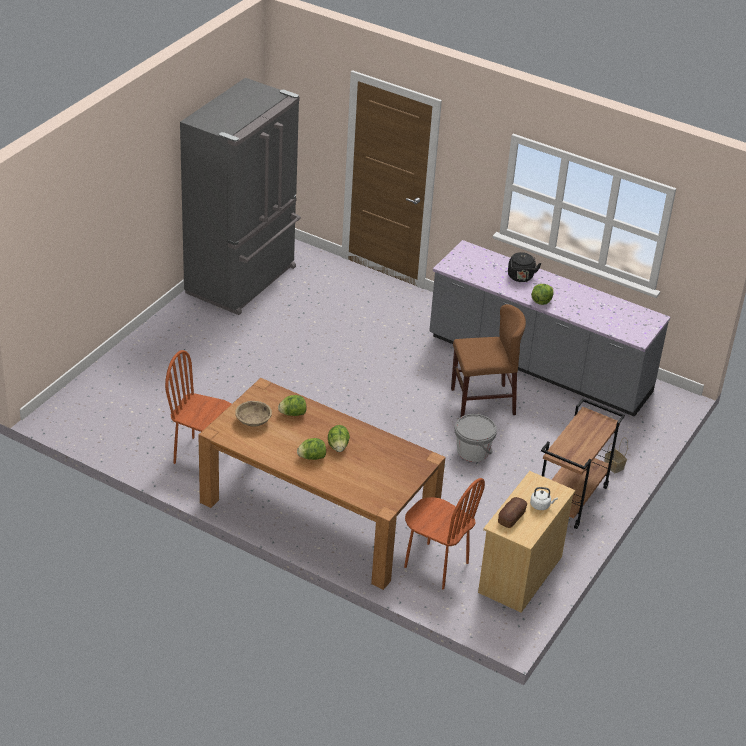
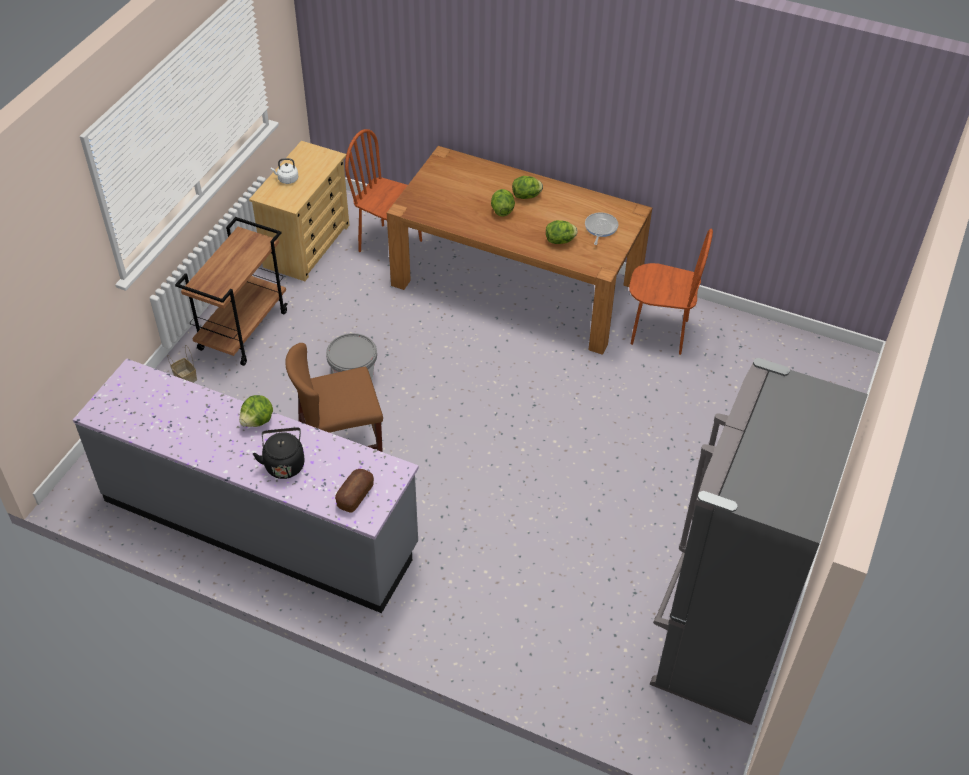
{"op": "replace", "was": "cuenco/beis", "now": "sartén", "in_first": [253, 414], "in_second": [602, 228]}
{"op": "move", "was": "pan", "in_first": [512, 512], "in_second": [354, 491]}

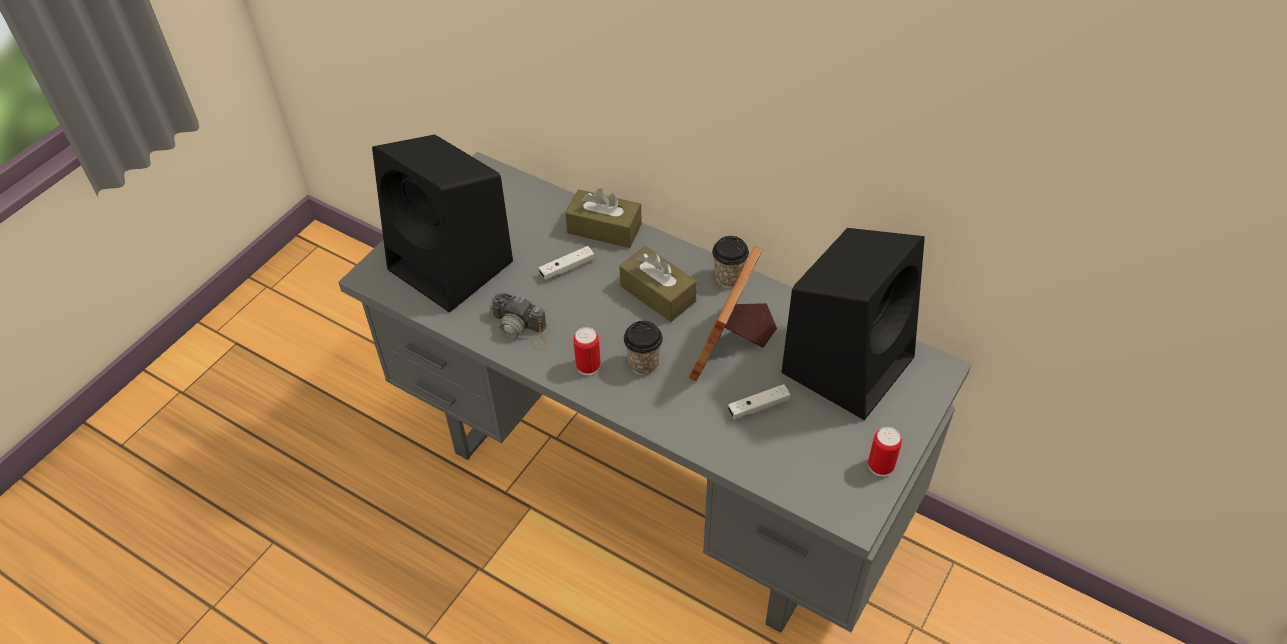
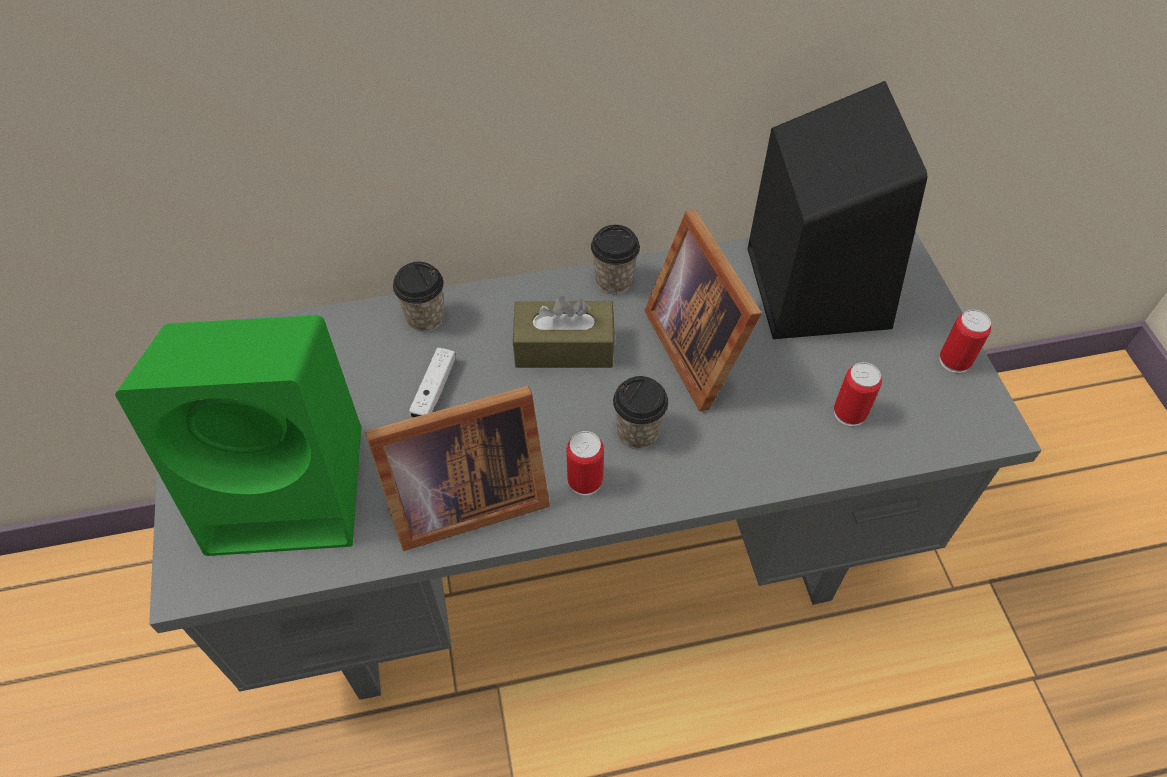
{"op": "recolor", "was": "altavoz/negro", "now": "altavoz/verde", "in_first": [442, 223], "in_second": [238, 435]}
{"op": "replace", "was": "cámara", "now": "portarretratos", "in_first": [517, 322], "in_second": [457, 468]}
{"op": "replace", "was": "caja de pañuelos/marrón", "now": "taza", "in_first": [603, 218], "in_second": [418, 297]}
{"op": "delete", "was": "mando de consola/blanco", "in_first": [759, 401]}
{"op": "insert", "now": "lata", "in_second": [858, 394]}

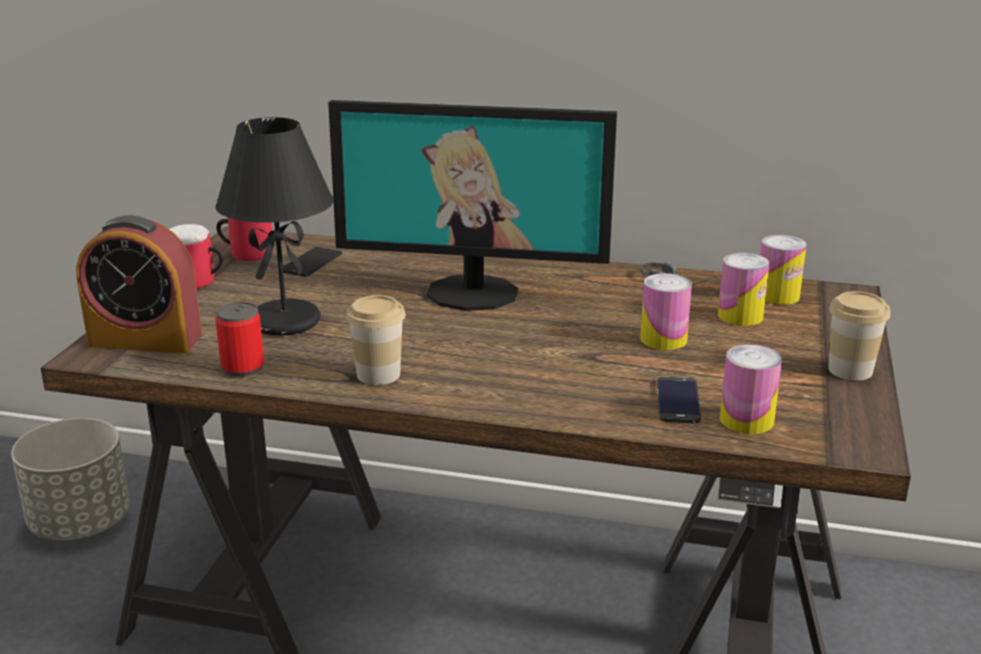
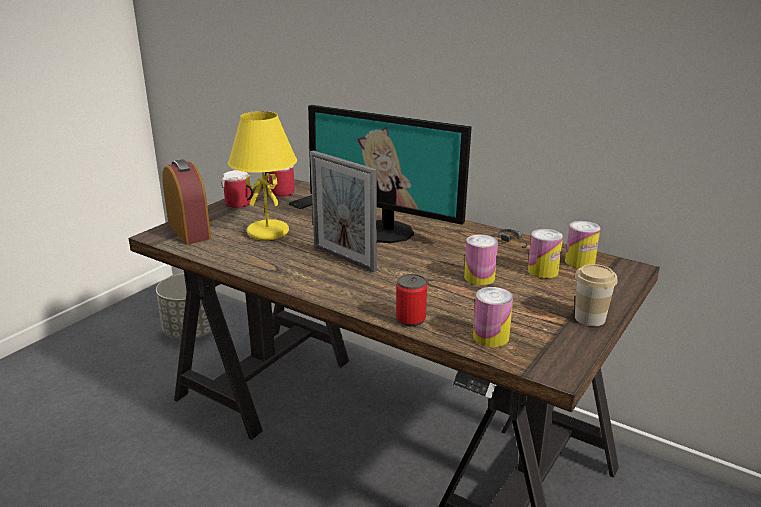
{"op": "rotate", "was": "despertador", "in_first": [139, 284], "in_second": [186, 202], "clockwise": -150}
{"op": "recolor", "was": "lámpara de mesa/negro", "now": "lámpara de mesa/amarillo", "in_first": [274, 226], "in_second": [262, 175]}
{"op": "move", "was": "lata", "in_first": [239, 339], "in_second": [411, 300]}
{"op": "delete", "was": "taza", "in_first": [375, 340]}
{"op": "delete", "was": "móvil", "in_first": [679, 400]}
{"op": "insert", "now": "portarretratos", "in_second": [343, 211]}

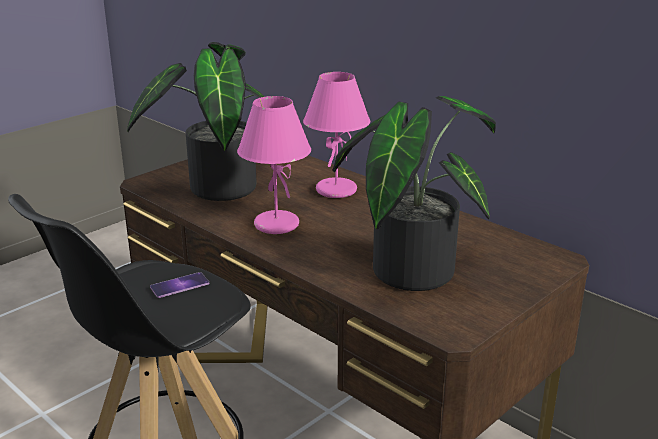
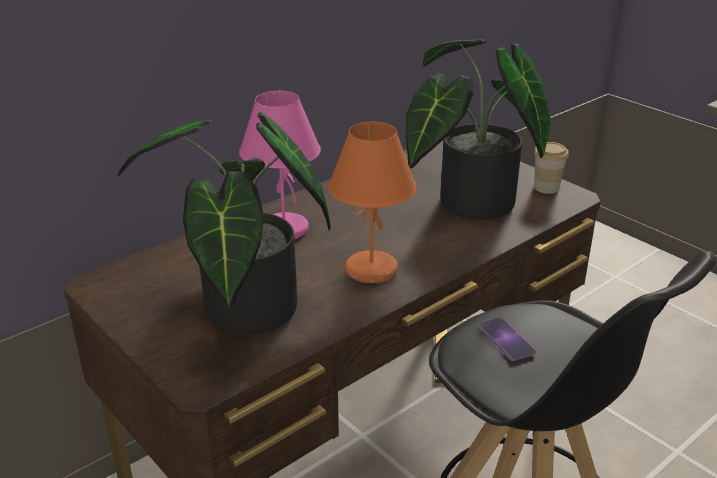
{"op": "recolor", "was": "lámpara de mesa/rosa", "now": "lámpara de mesa/naranja", "in_first": [274, 165], "in_second": [372, 202]}
{"op": "insert", "now": "taza", "in_second": [551, 168]}

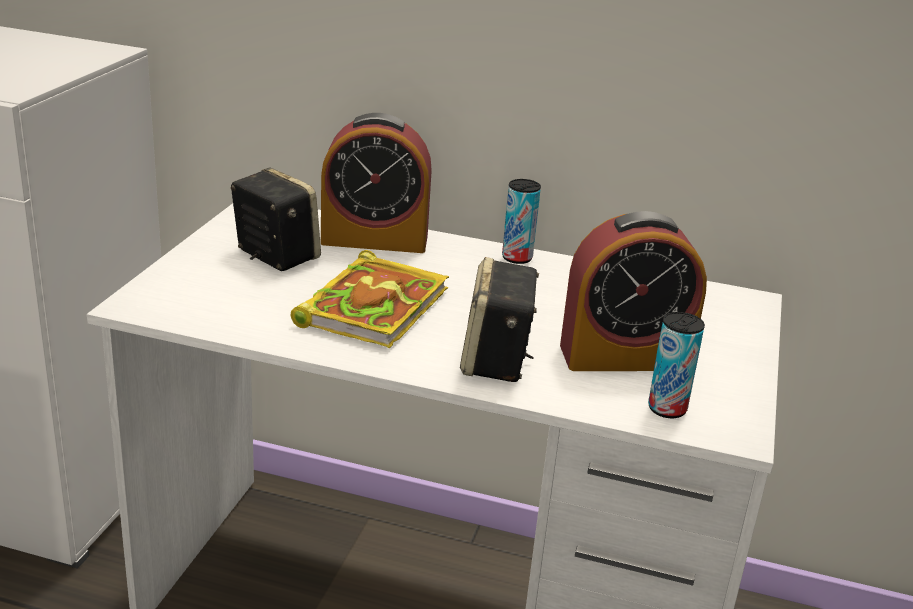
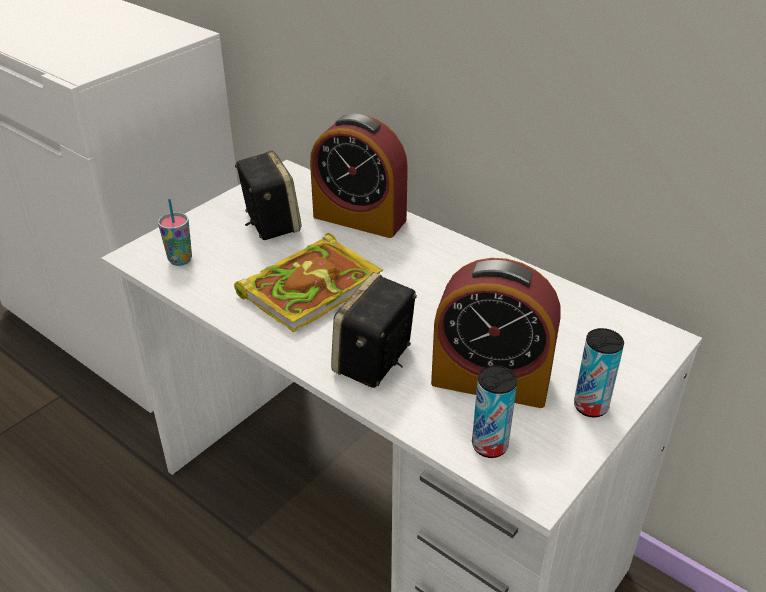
{"op": "move", "was": "lata", "in_first": [521, 221], "in_second": [599, 372]}
{"op": "insert", "now": "taza", "in_second": [175, 232]}

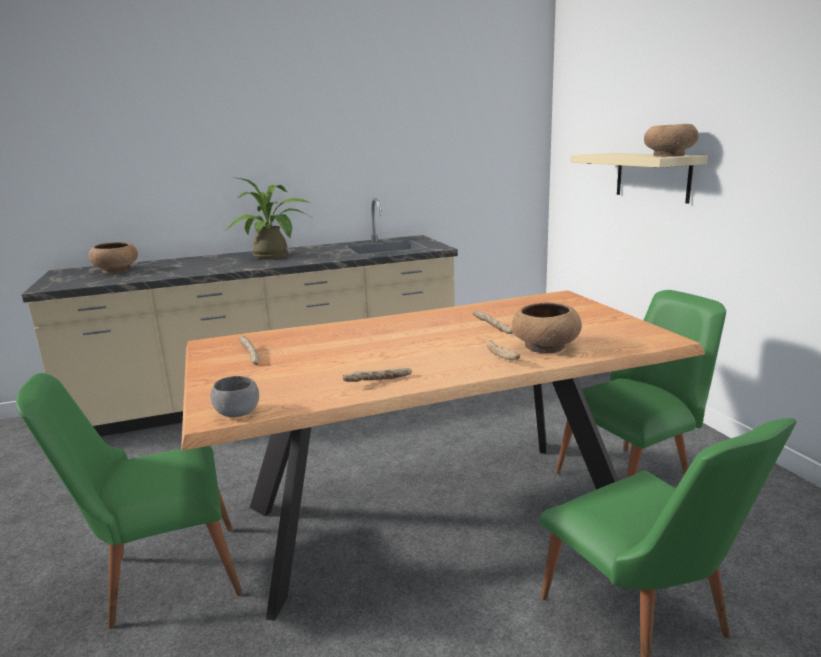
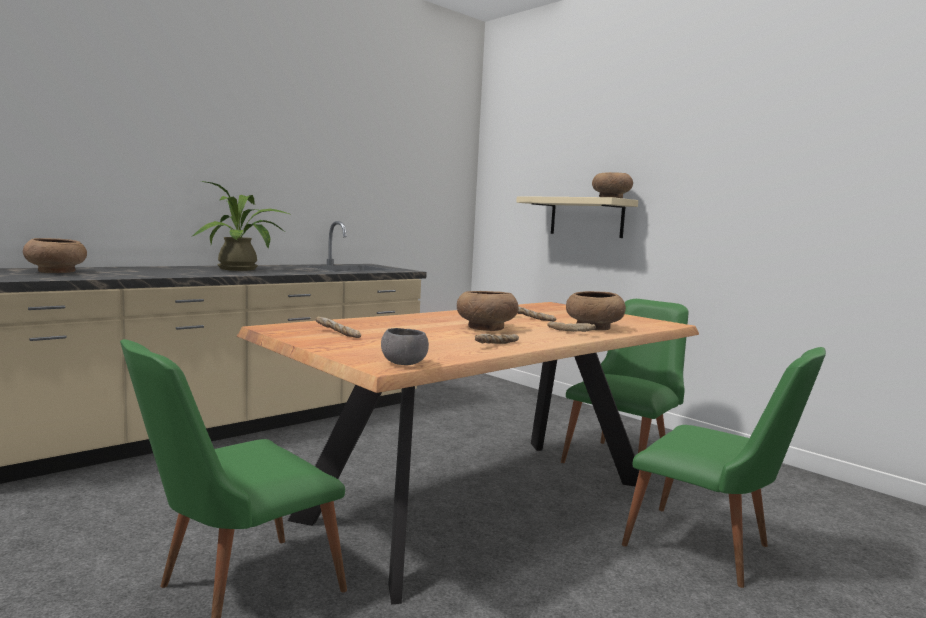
{"op": "insert", "now": "cuenco/marrón", "in_second": [488, 311]}

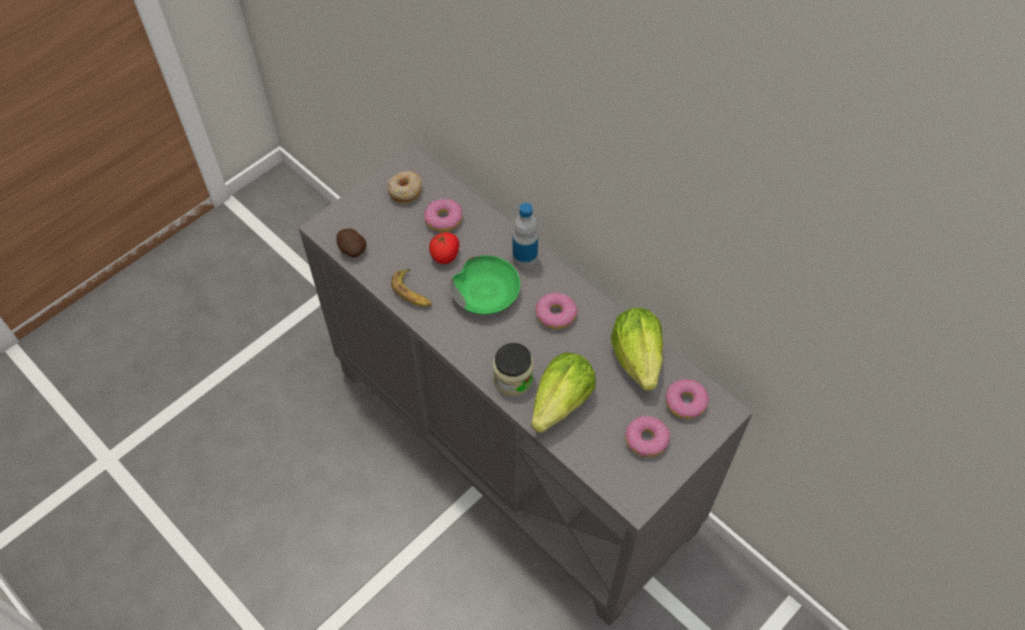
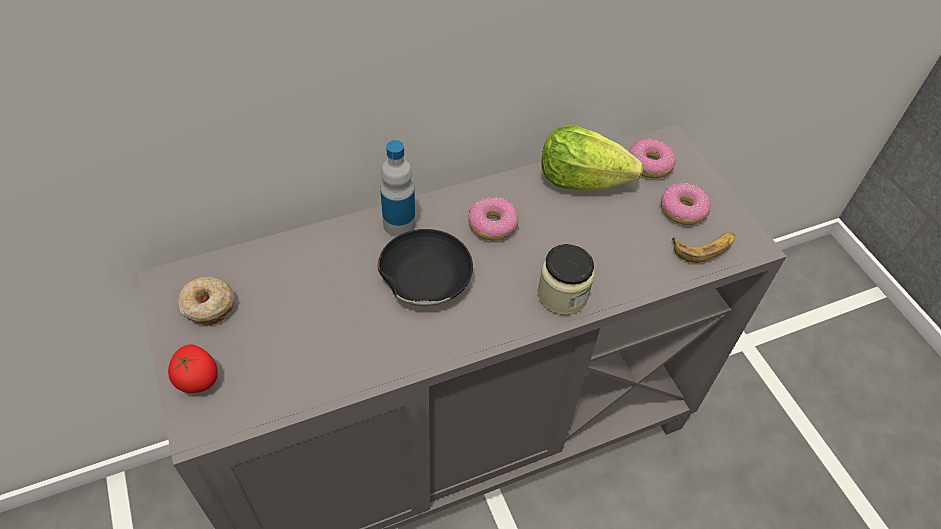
{"op": "delete", "was": "patata", "in_first": [351, 243]}
{"op": "move", "was": "plátano", "in_first": [411, 288], "in_second": [703, 247]}
{"op": "delete", "was": "rosquilla", "in_first": [443, 215]}
{"op": "move", "was": "tomate", "in_first": [444, 248], "in_second": [193, 368]}
{"op": "recolor", "was": "cuenco/verde", "now": "cuenco/negro", "in_first": [485, 285], "in_second": [425, 267]}
{"op": "delete", "was": "lechuga", "in_first": [563, 392]}

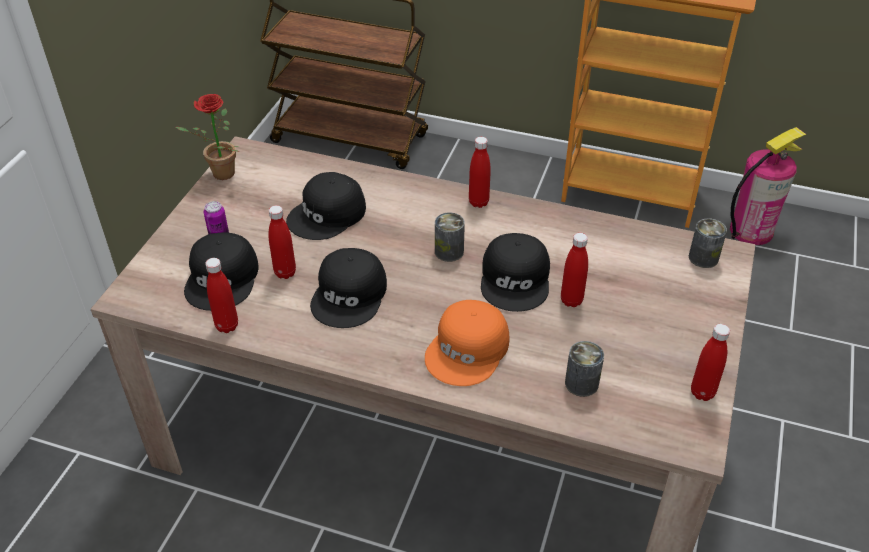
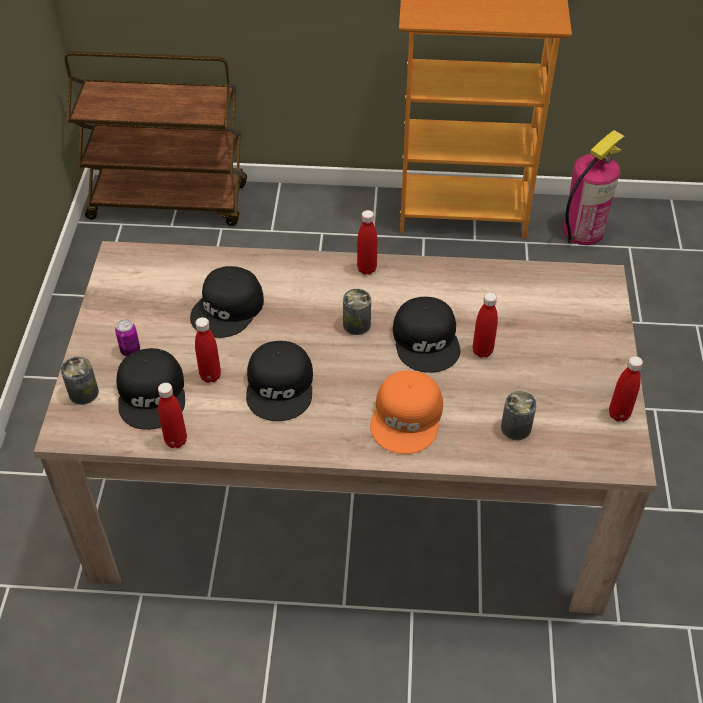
{"op": "delete", "was": "planta en maceta", "in_first": [207, 137]}
{"op": "move", "was": "lata", "in_first": [708, 243], "in_second": [80, 380]}

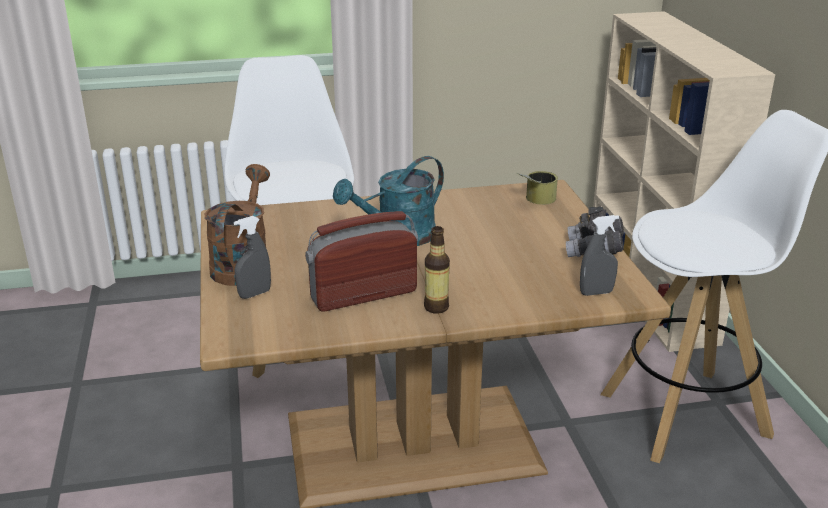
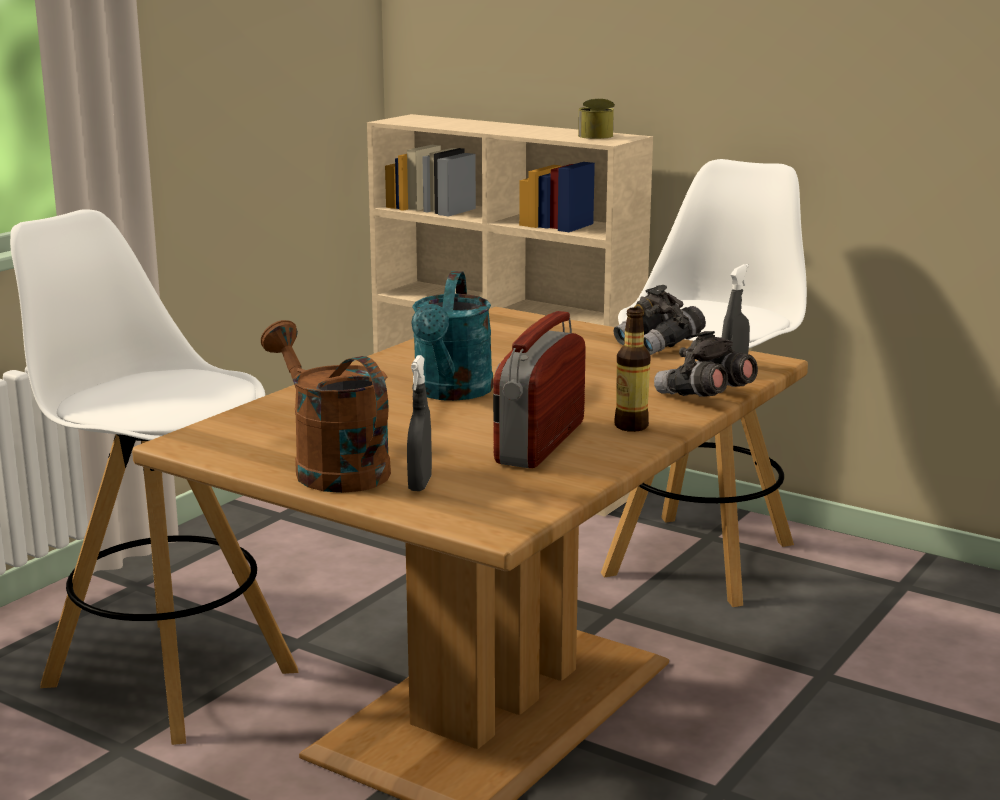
{"op": "move", "was": "lata", "in_first": [537, 188], "in_second": [596, 119]}
{"op": "insert", "now": "prismáticos/gris", "in_second": [706, 364]}

